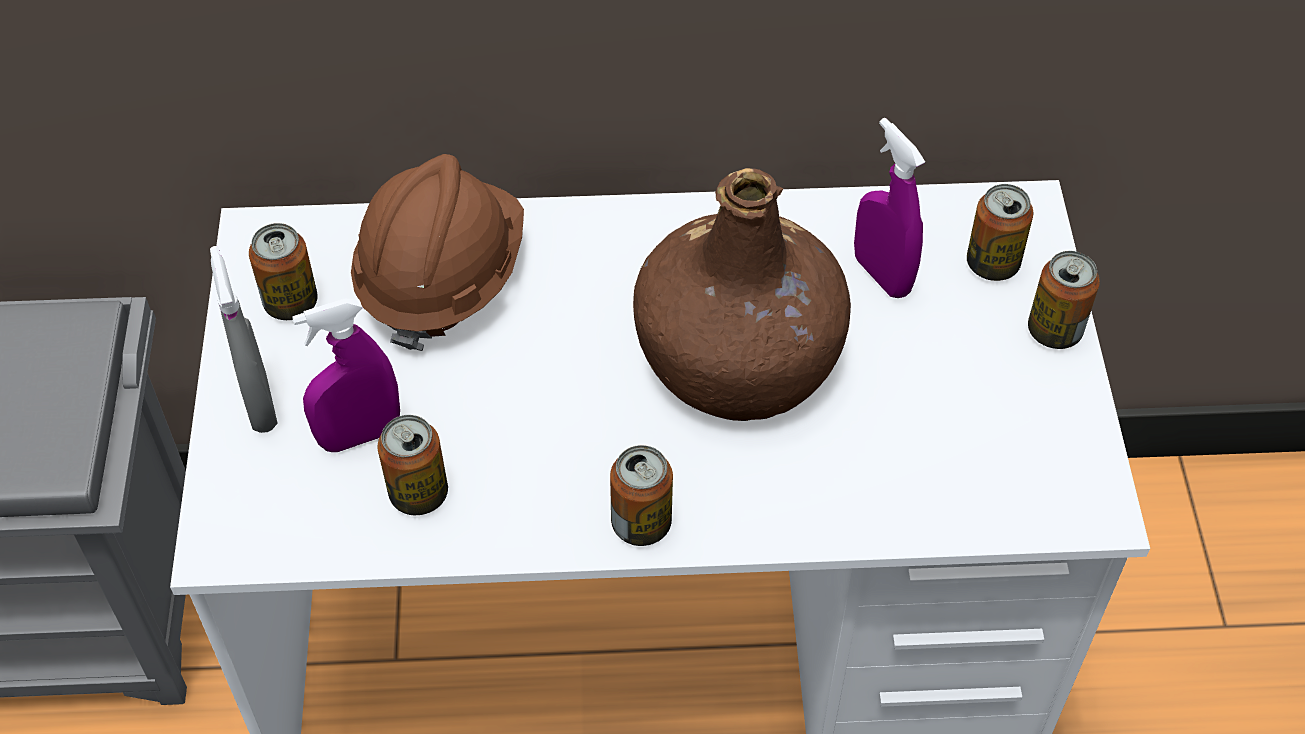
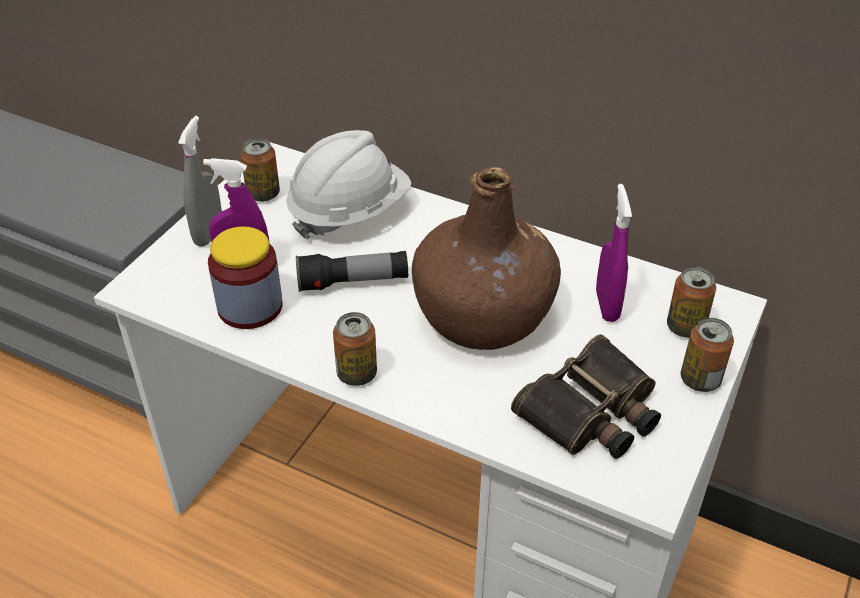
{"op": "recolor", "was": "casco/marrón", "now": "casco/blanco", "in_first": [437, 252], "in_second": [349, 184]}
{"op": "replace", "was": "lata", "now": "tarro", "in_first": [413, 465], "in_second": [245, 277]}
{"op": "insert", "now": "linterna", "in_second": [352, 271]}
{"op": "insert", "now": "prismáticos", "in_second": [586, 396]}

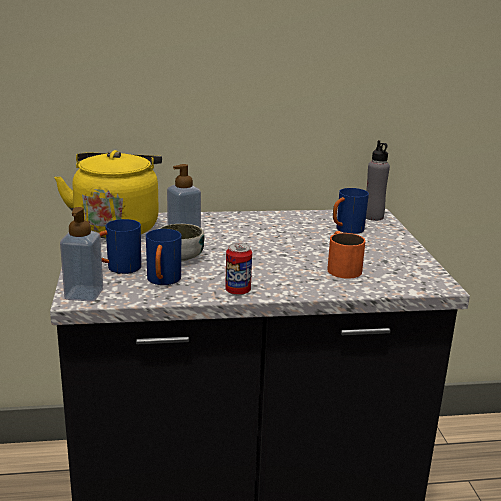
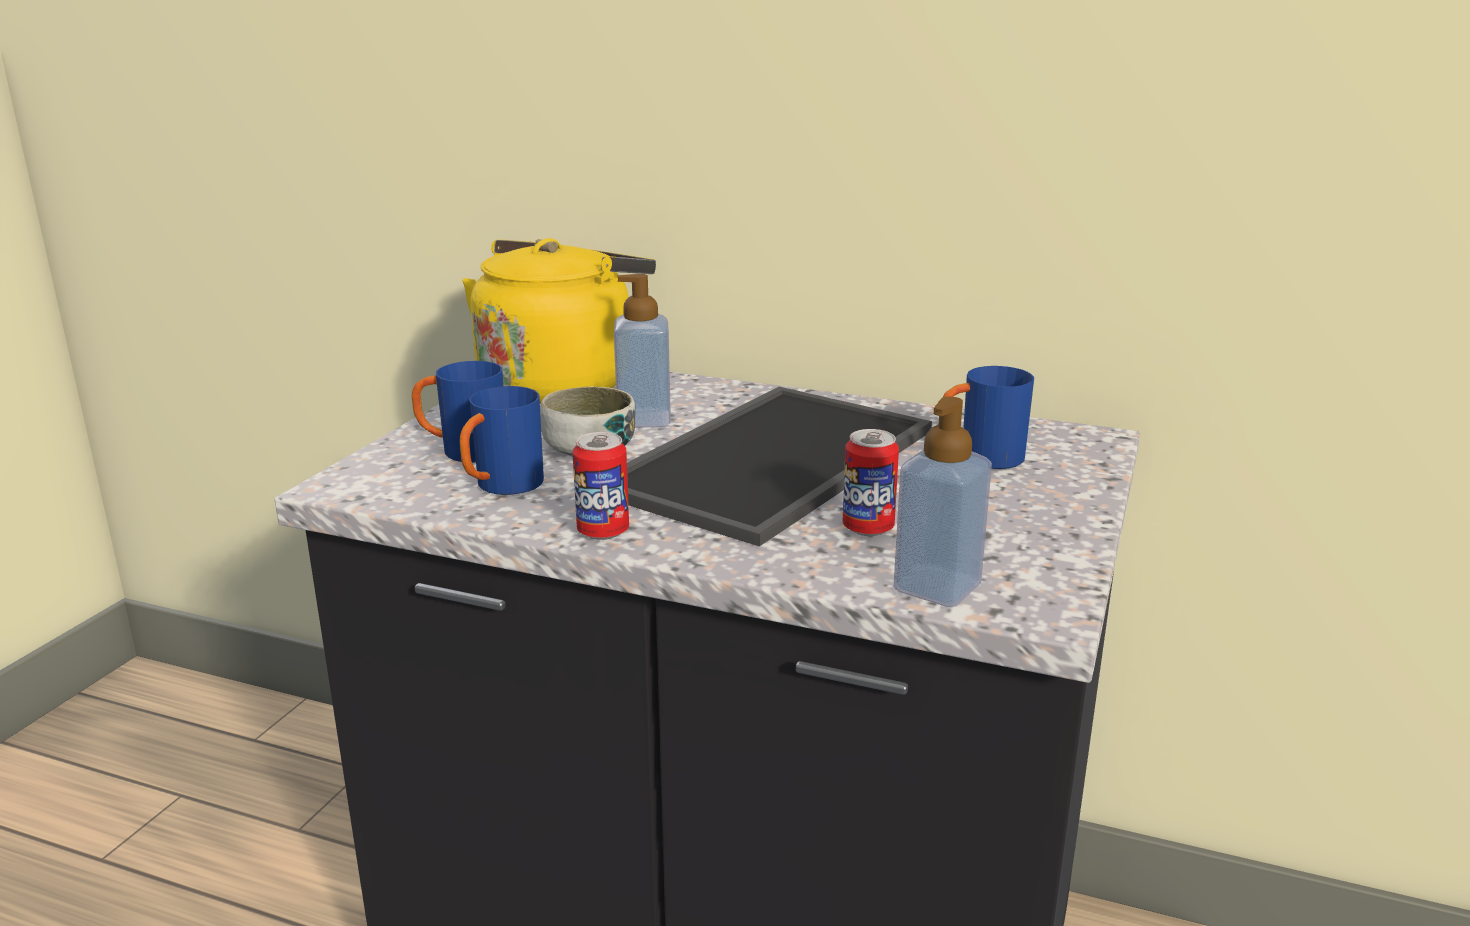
{"op": "move", "was": "dispensador de jabón", "in_first": [81, 254], "in_second": [942, 502]}
{"op": "replace", "was": "taza grande/naranja", "now": "lata", "in_first": [346, 255], "in_second": [871, 482]}
{"op": "delete", "was": "botella/gris", "in_first": [378, 180]}
{"op": "insert", "now": "bandeja", "in_second": [779, 467]}

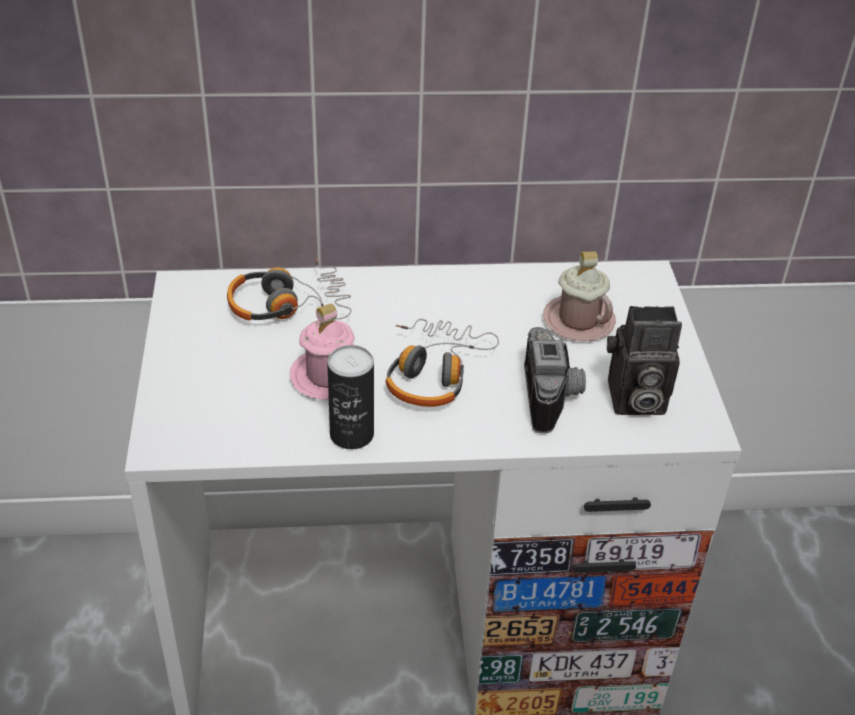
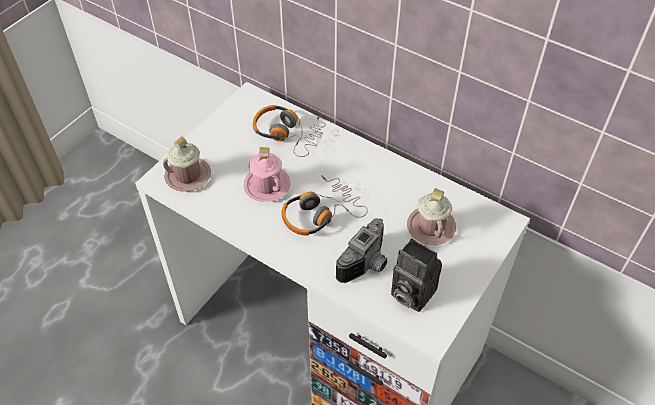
{"op": "delete", "was": "lata", "in_first": [350, 397]}
{"op": "insert", "now": "taza grande/rosa", "in_second": [187, 164]}

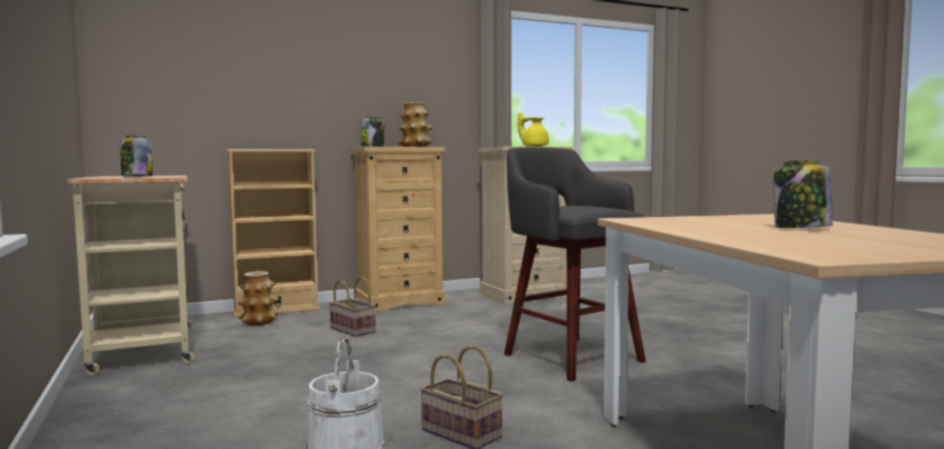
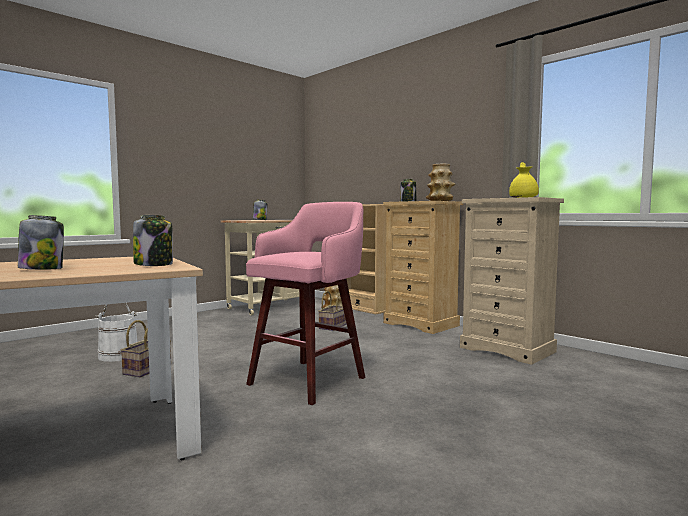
{"op": "recolor", "was": "taburete/gris", "now": "taburete/rosa", "in_first": [575, 264], "in_second": [305, 303]}
{"op": "insert", "now": "tarro", "in_second": [153, 240]}

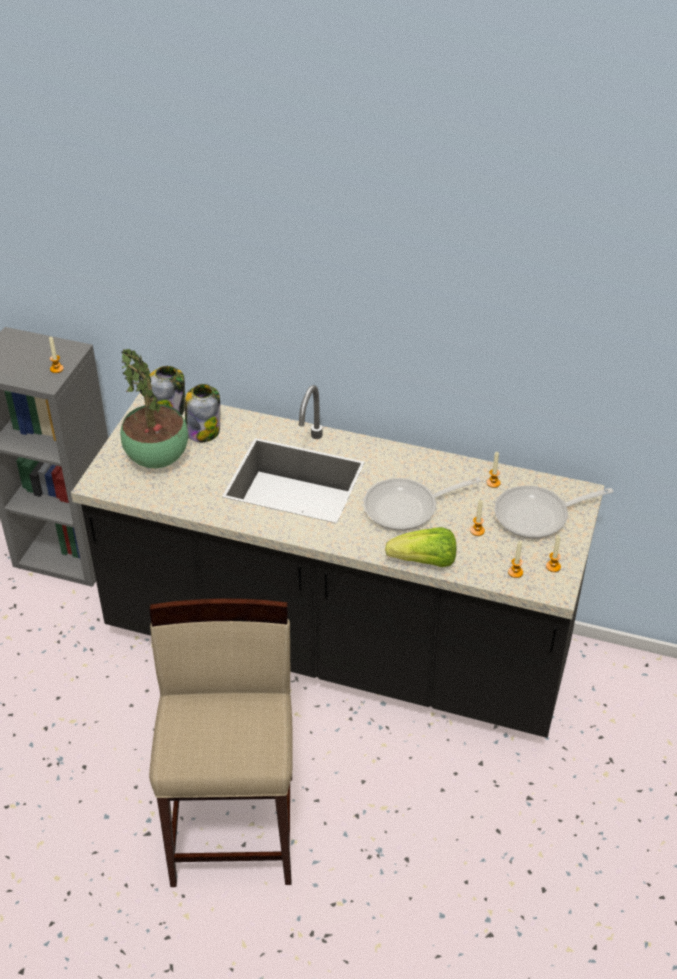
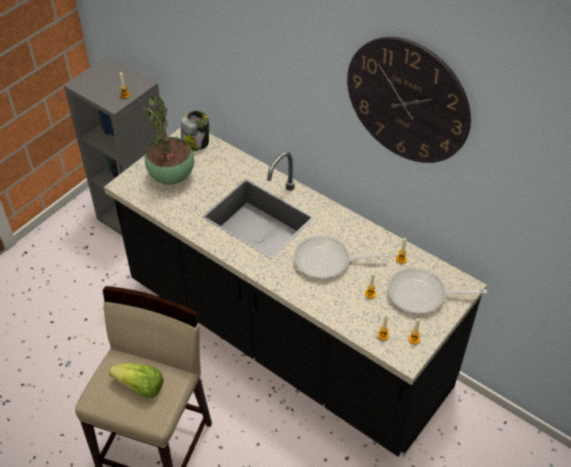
{"op": "delete", "was": "tarro", "in_first": [202, 413]}
{"op": "move", "was": "lechuga", "in_first": [420, 547], "in_second": [136, 380]}
{"op": "insert", "now": "reloj de pared", "in_second": [409, 100]}

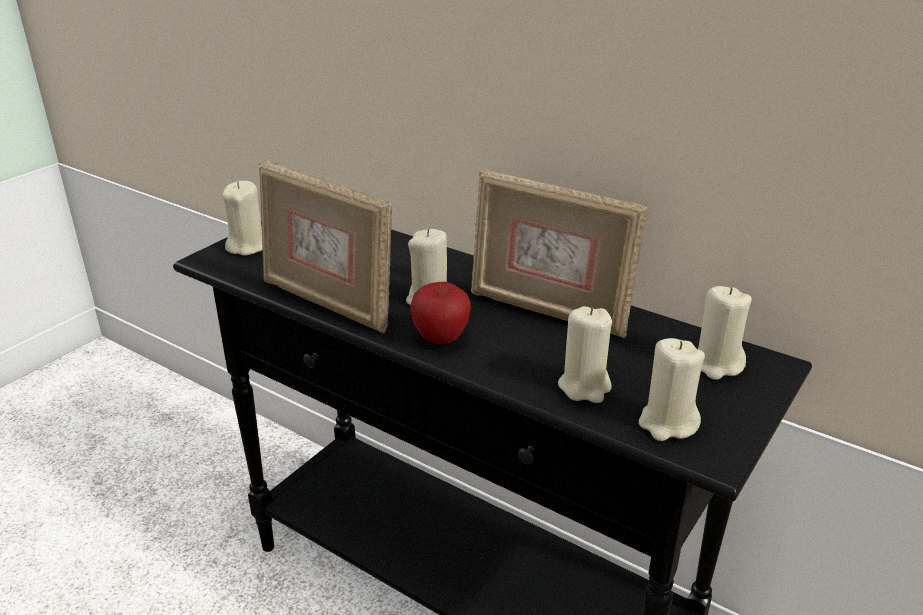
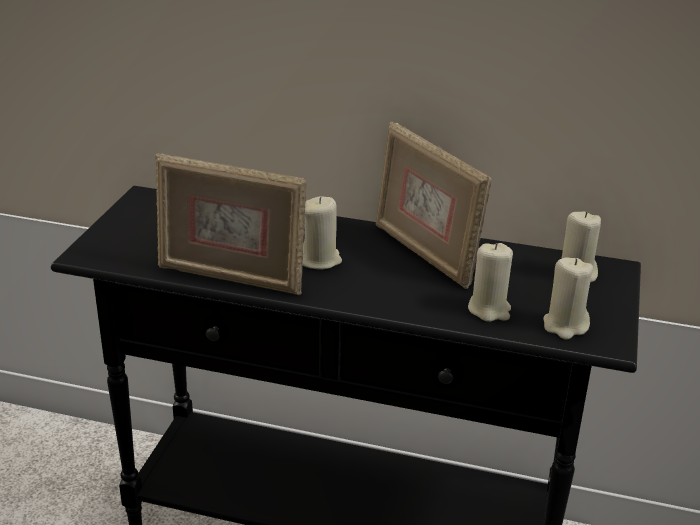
{"op": "delete", "was": "vela/beis", "in_first": [242, 218]}
{"op": "delete", "was": "manzana", "in_first": [440, 313]}
{"op": "rotate", "was": "portarretratos", "in_first": [559, 253], "in_second": [434, 205], "clockwise": 45}

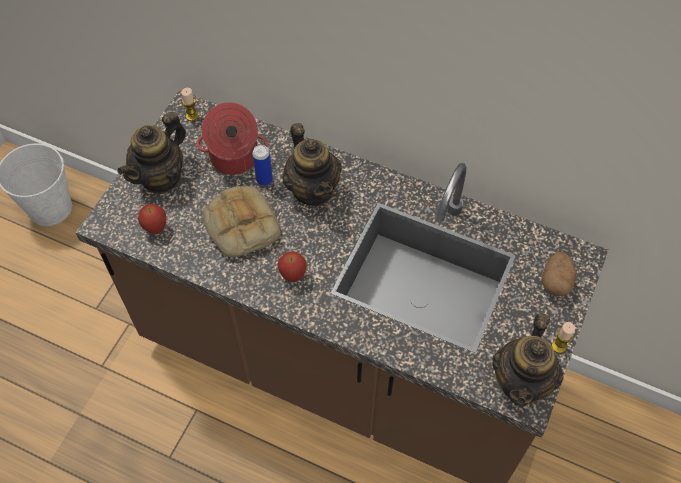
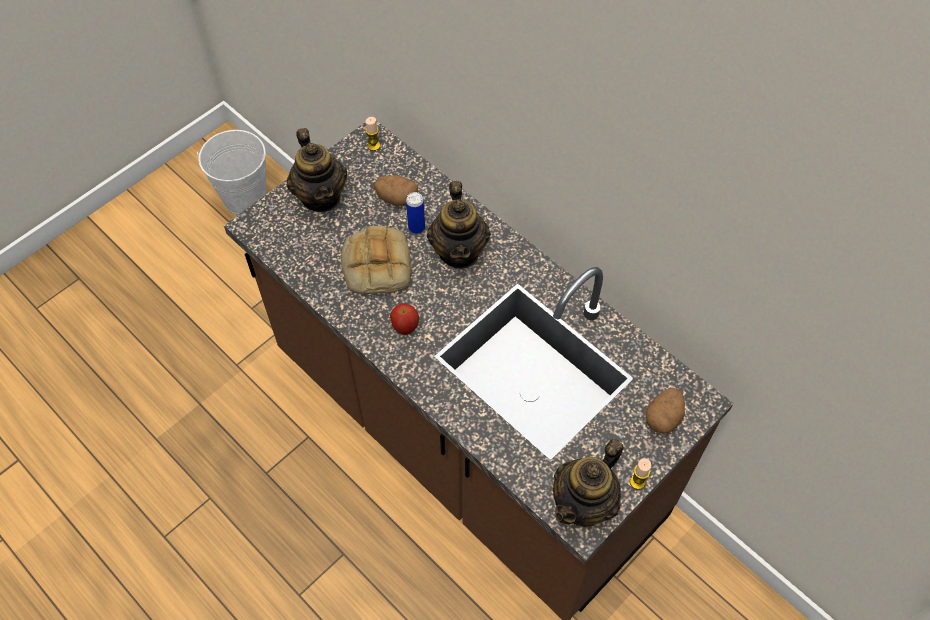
{"op": "rotate", "was": "tetera", "in_first": [151, 153], "in_second": [317, 170], "clockwise": -75}
{"op": "delete", "was": "manzana", "in_first": [152, 219]}
{"op": "replace", "was": "olla", "now": "patata", "in_first": [232, 138], "in_second": [396, 190]}

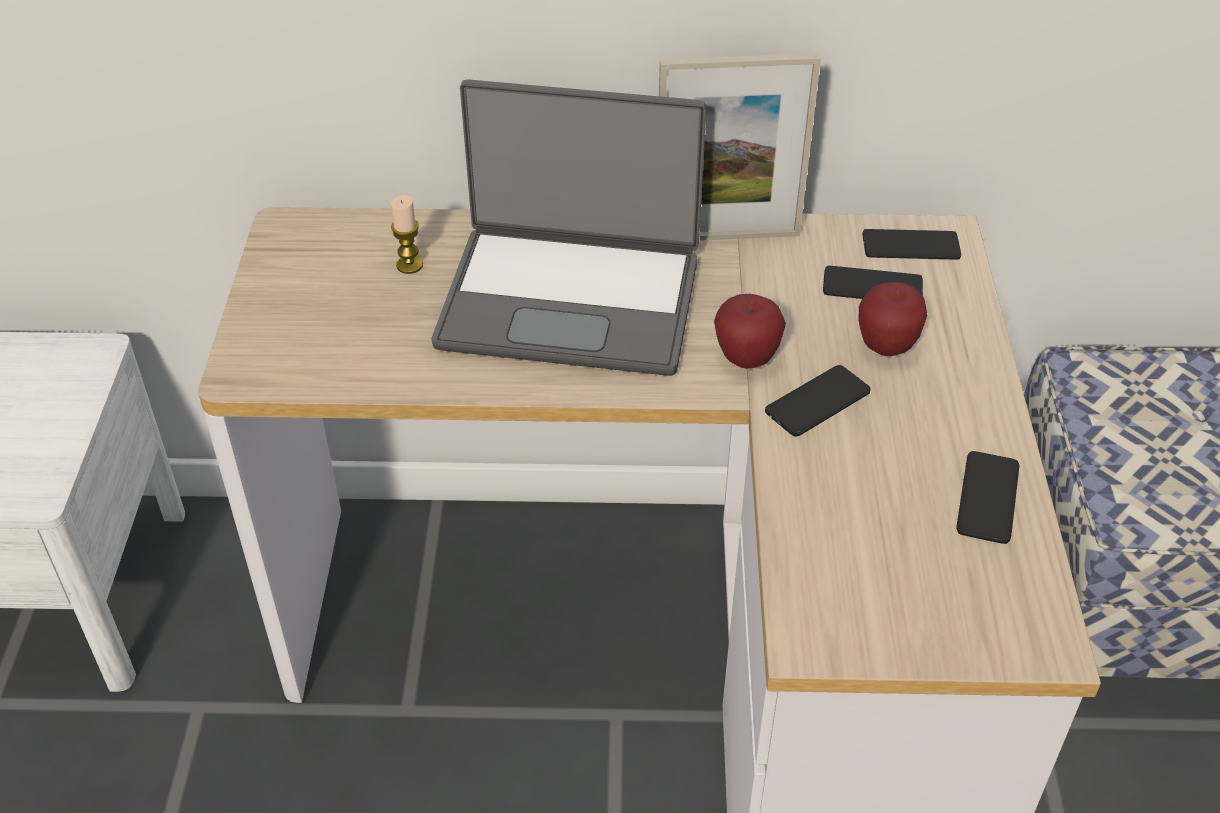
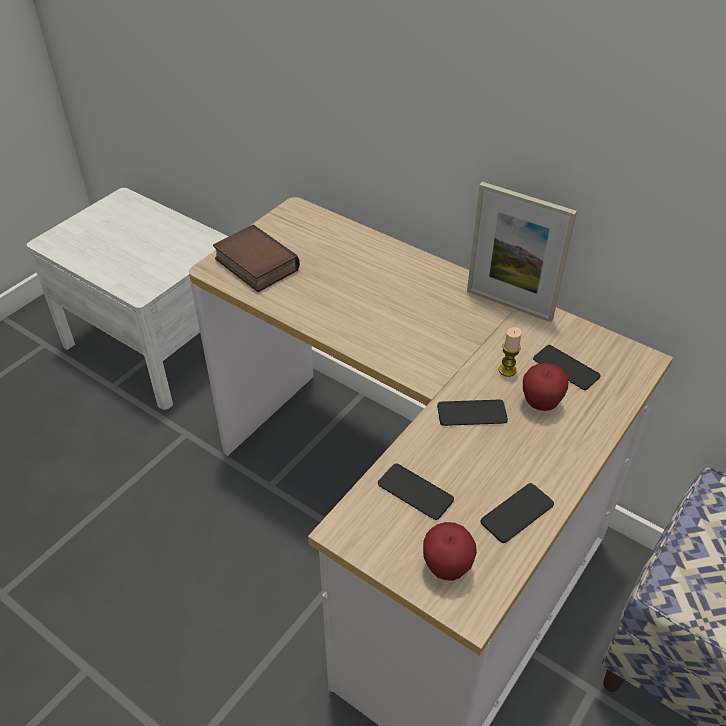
{"op": "move", "was": "vela", "in_first": [407, 234], "in_second": [510, 352]}
{"op": "delete", "was": "portátil", "in_first": [569, 227]}
{"op": "move", "was": "manzana", "in_first": [750, 331], "in_second": [450, 551]}
{"op": "move", "was": "móvil", "in_first": [912, 244], "in_second": [416, 491]}
{"op": "insert", "now": "libro", "in_second": [256, 258]}

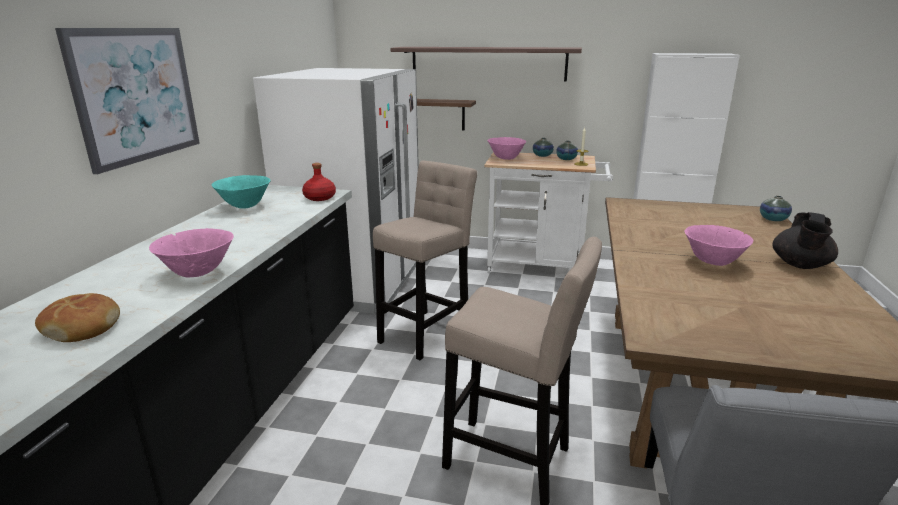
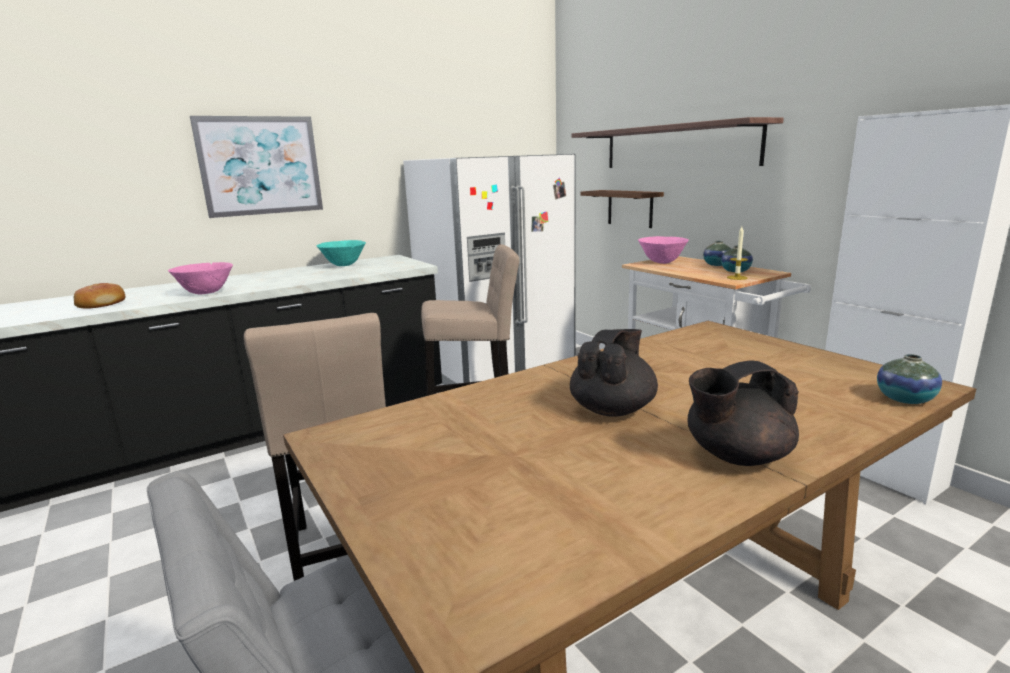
{"op": "delete", "was": "botella/rojo", "in_first": [319, 182]}
{"op": "replace", "was": "cuenco/rosa", "now": "tetera/negro", "in_first": [719, 245], "in_second": [614, 373]}

